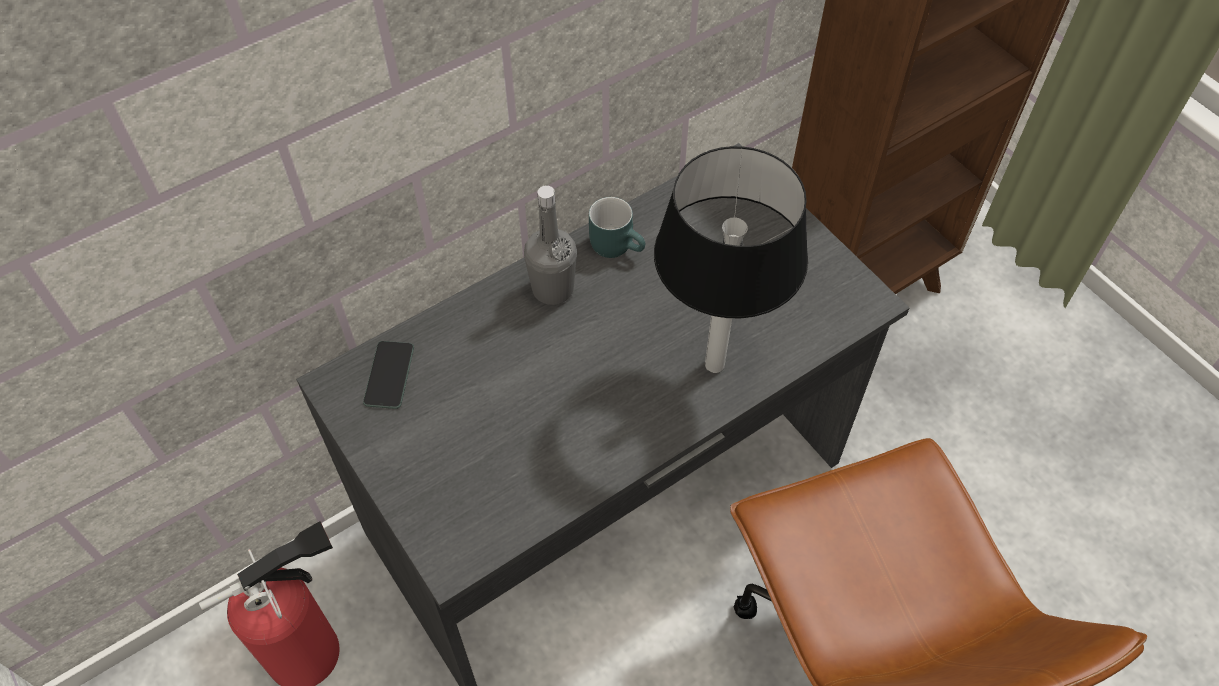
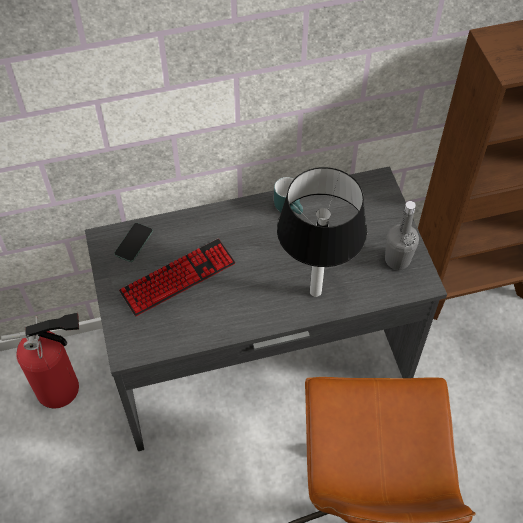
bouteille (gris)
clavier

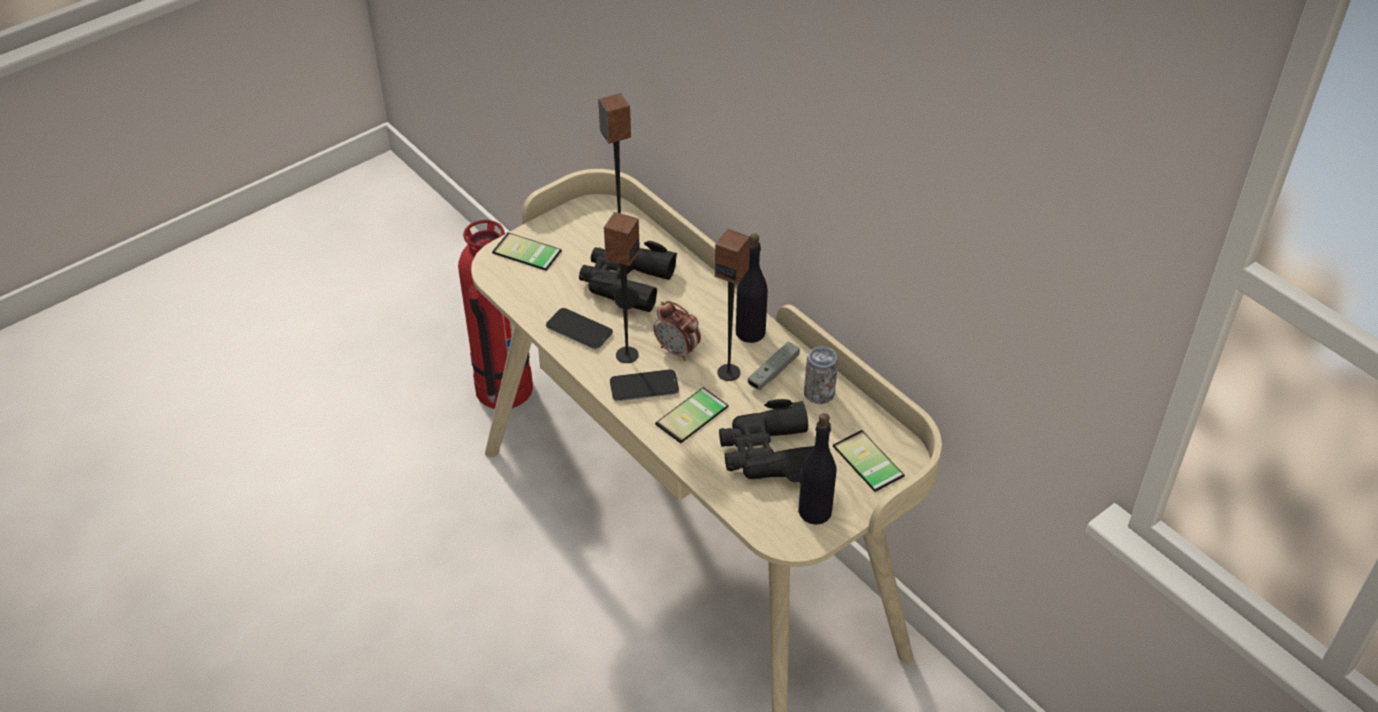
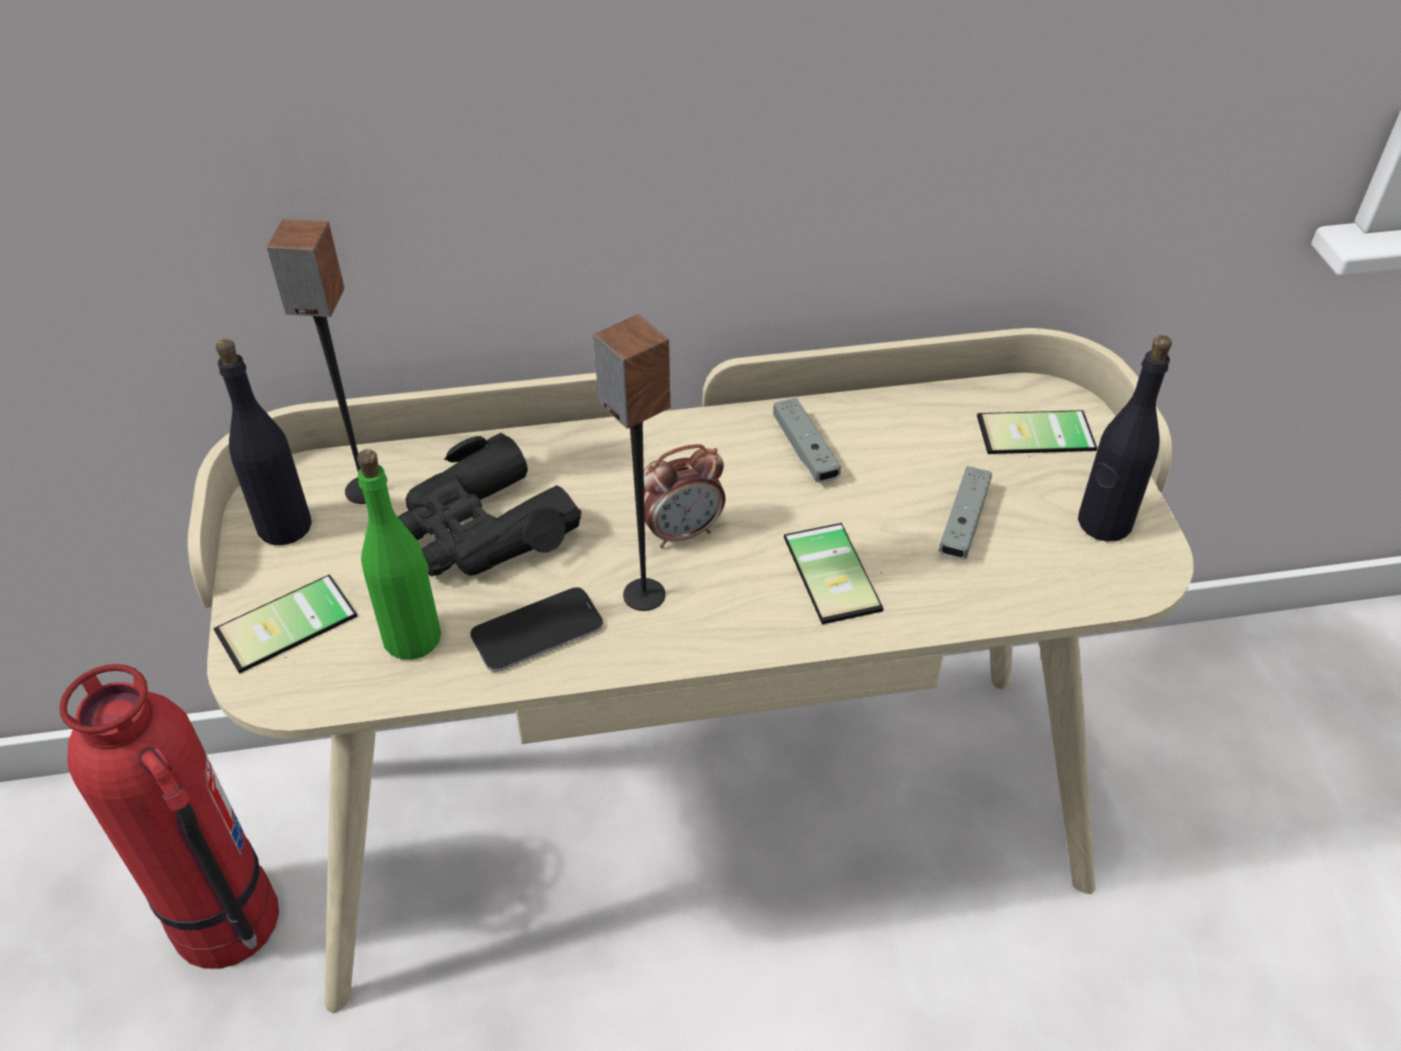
enceinte (no. 3 from left in the first image)
bouteille (noir) (no. 1 from left)
boîte métallique
téléphone (no. 3 from left in the first image)
manette (gris) (no. 2 from left)
bouteille (vert)

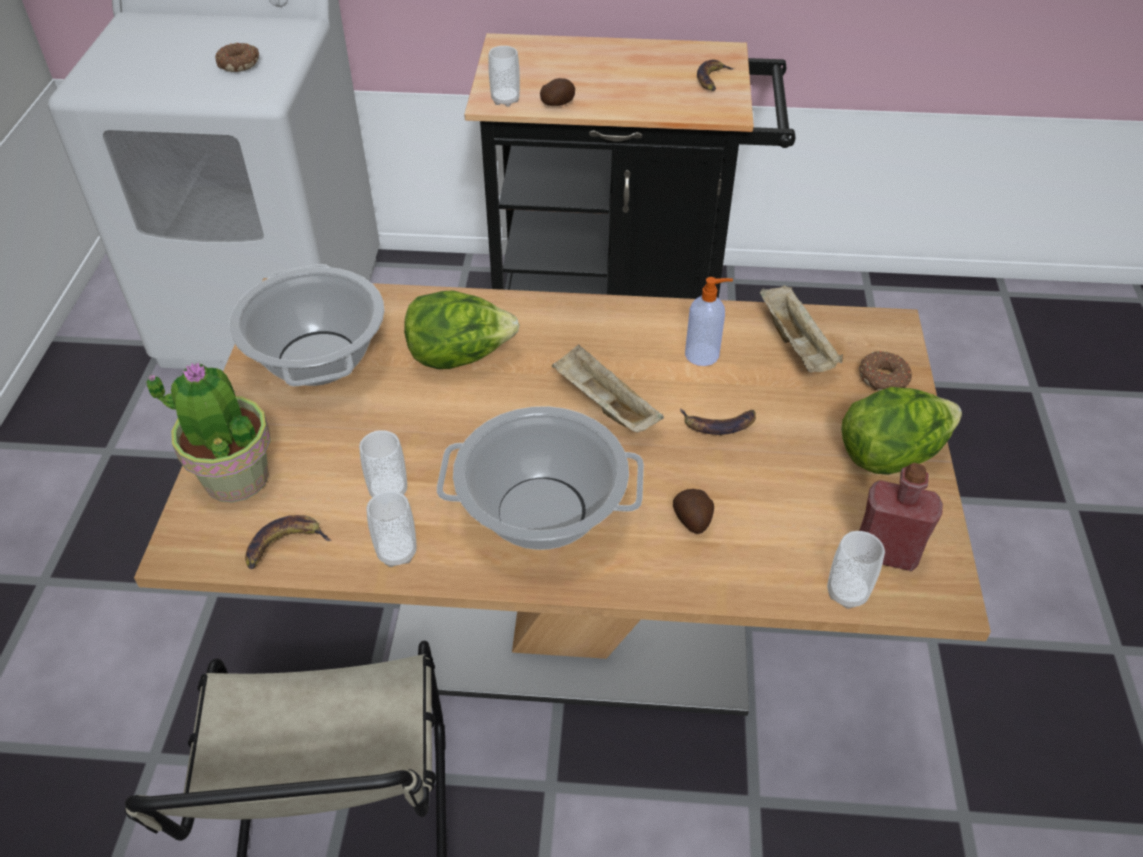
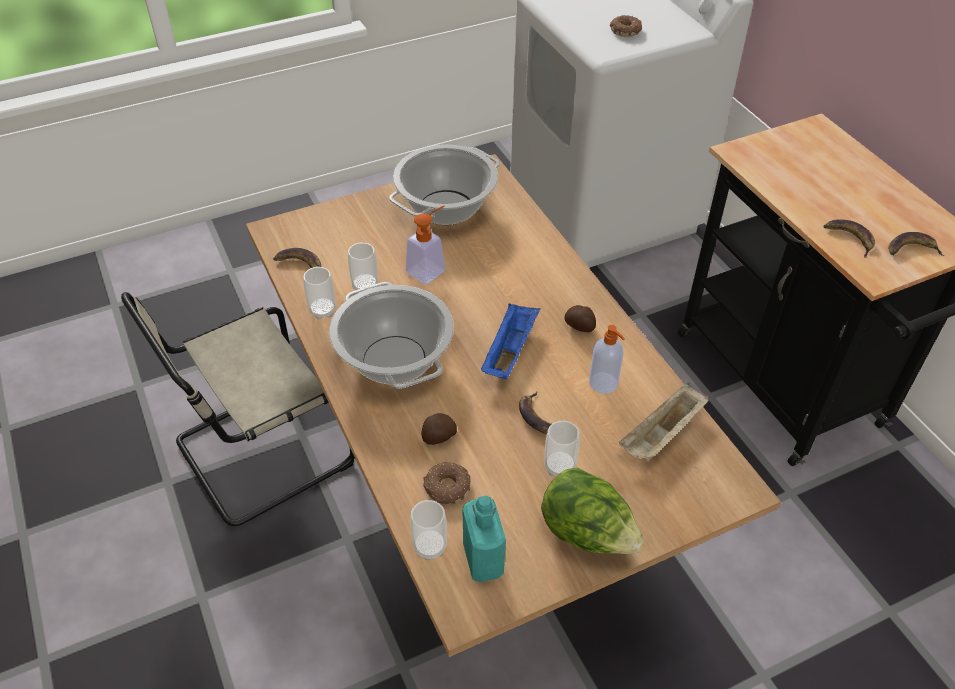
tasse (no. 4 from left)
pomme de terre (no. 2 from left)
laitue (no. 1 from left in the first image)
plateau (bleu)
beignet (no. 1 from left)
plante en pot
bouteille (turquoise)
distributeur de savon (no. 1 from left)
banane (no. 3 from left)

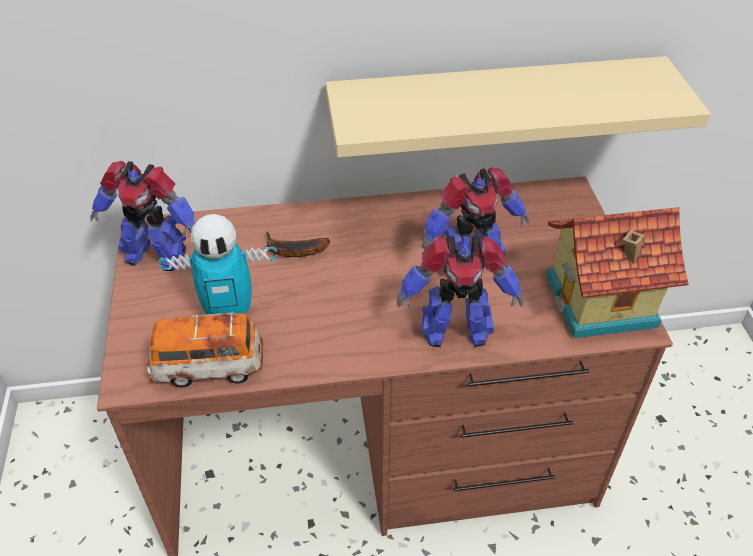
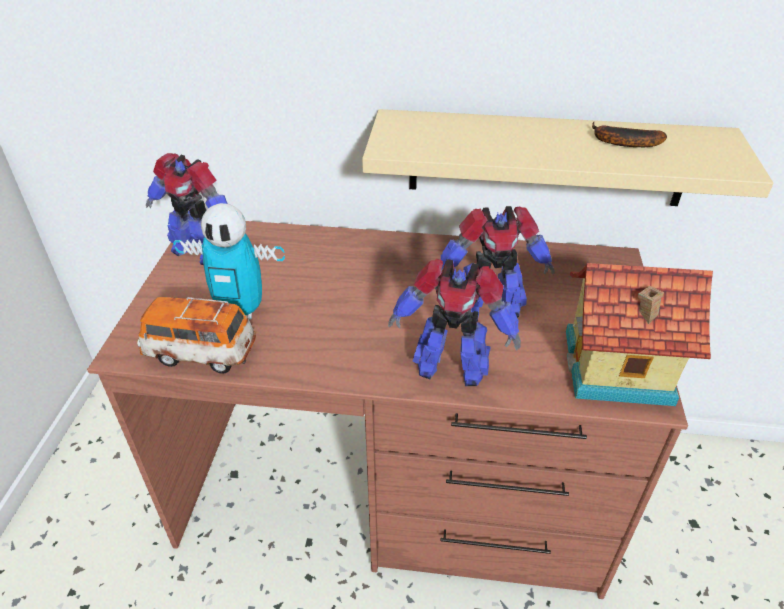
banane

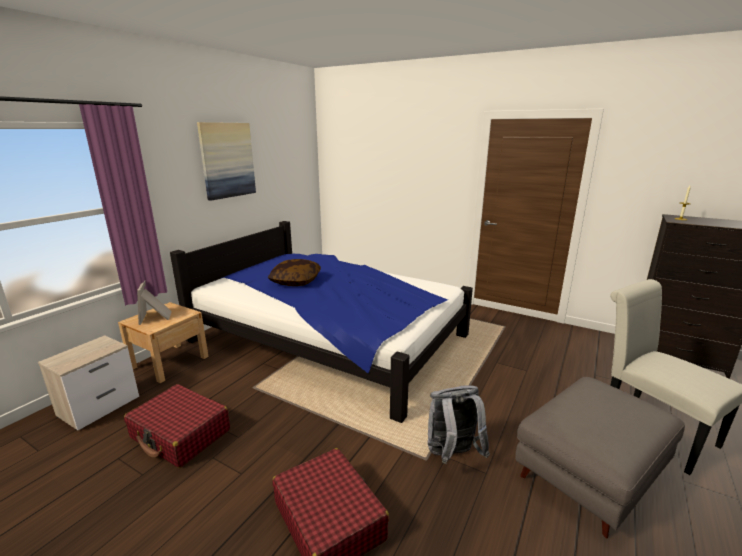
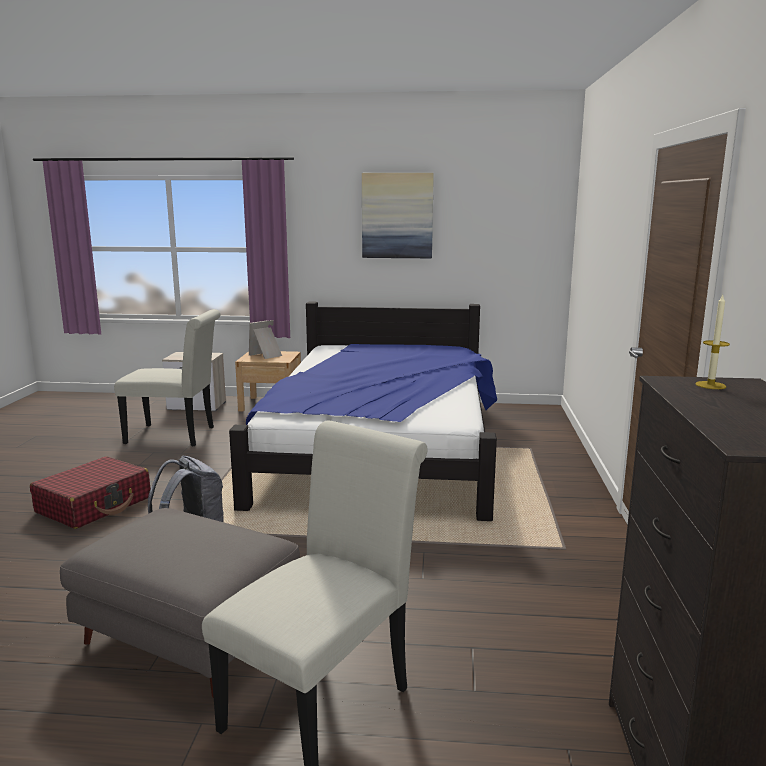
coussin
chaise (blanc) (no. 1 from left)

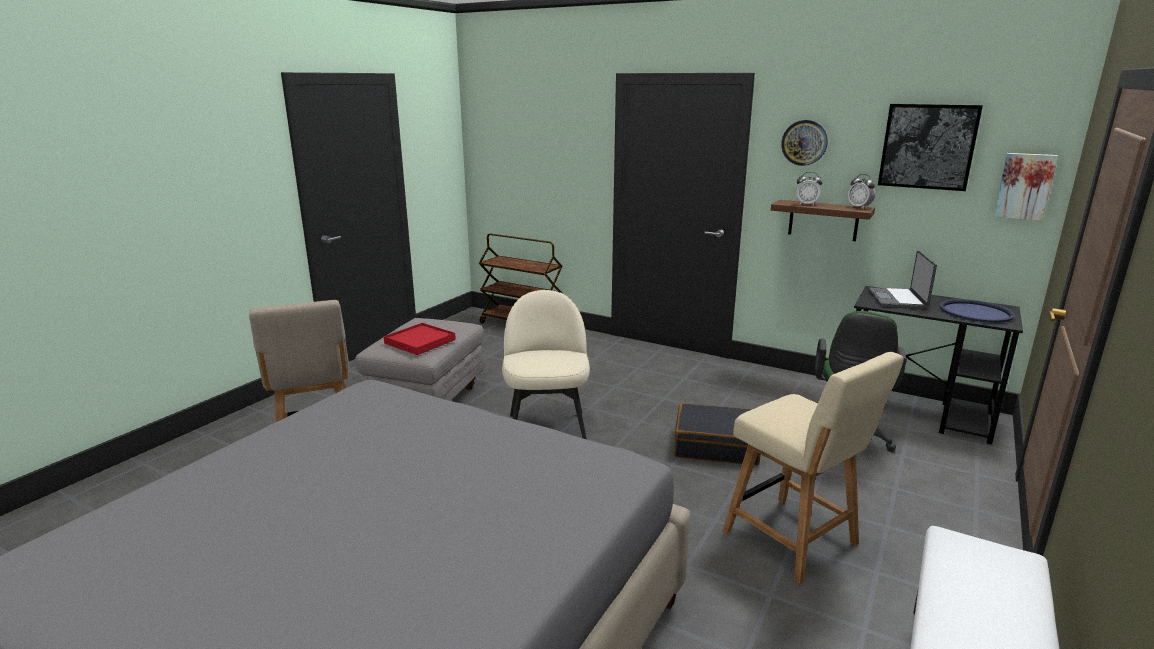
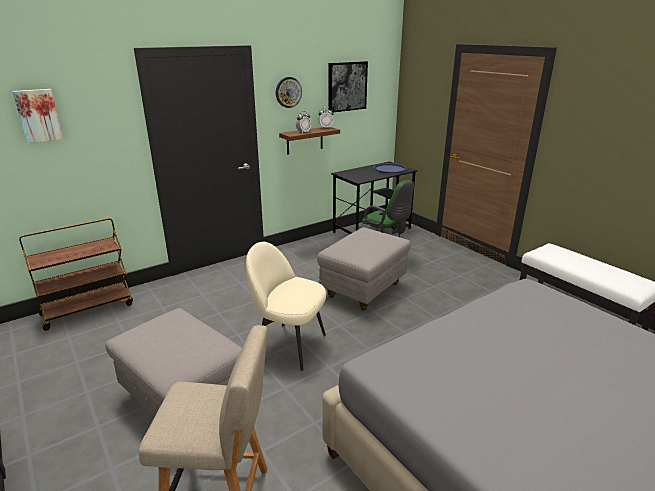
tableau (no. 1 from left)
ordinateur portable
plateau (rouge)
chaise (beige) (no. 3 from left in the first image)
pouf (gris) (no. 2 from left)

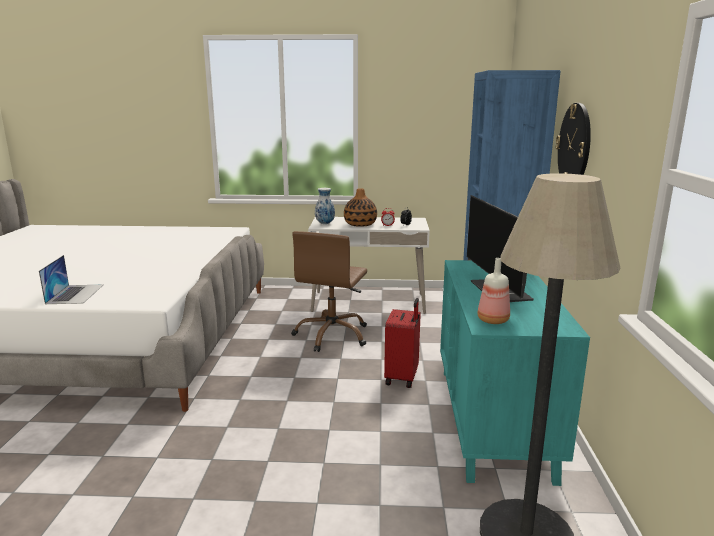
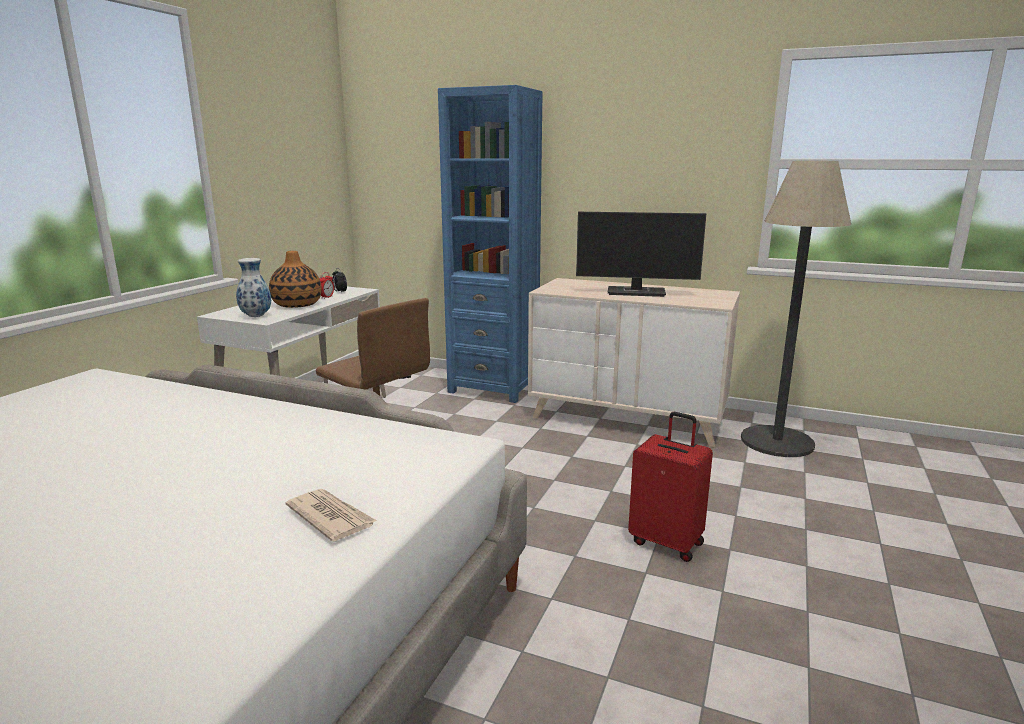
horloge murale
journal
bouteille
commode (beige)
valise (rouge)

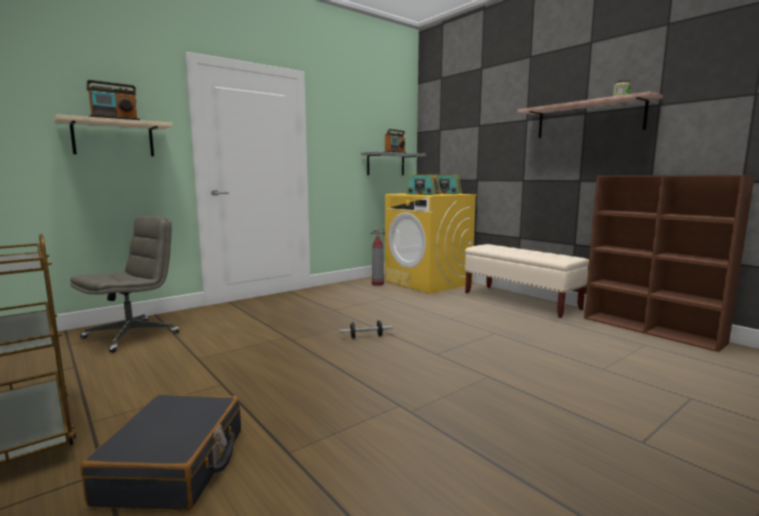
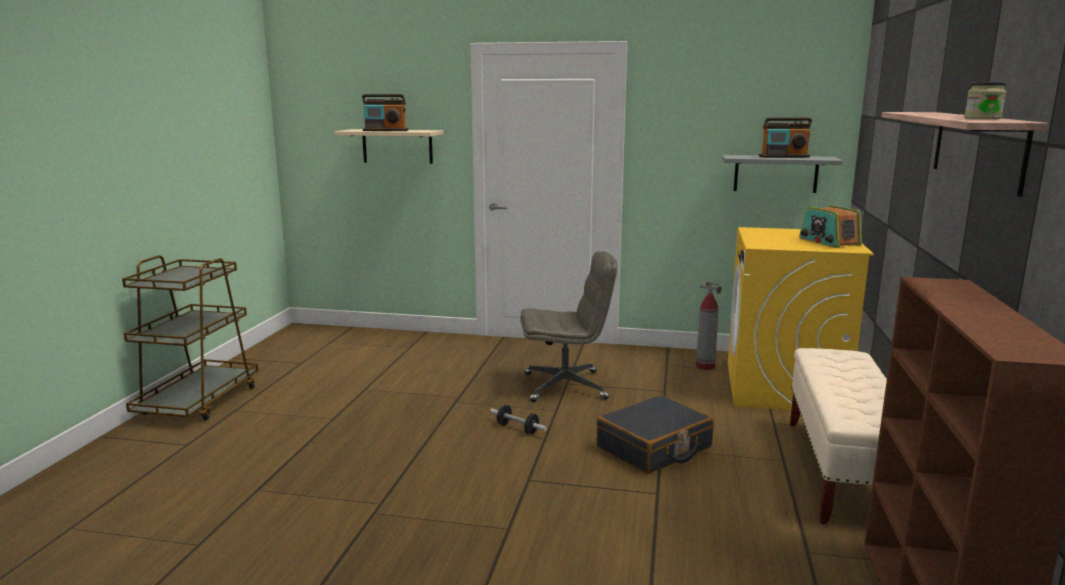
radio (no. 3 from left in the first image)
chaise de bureau (gris)
valise (noir)

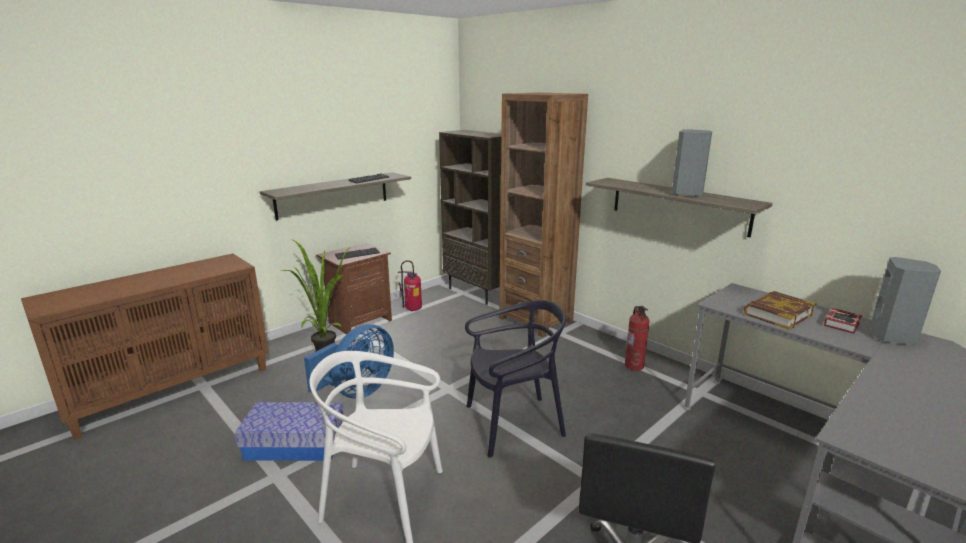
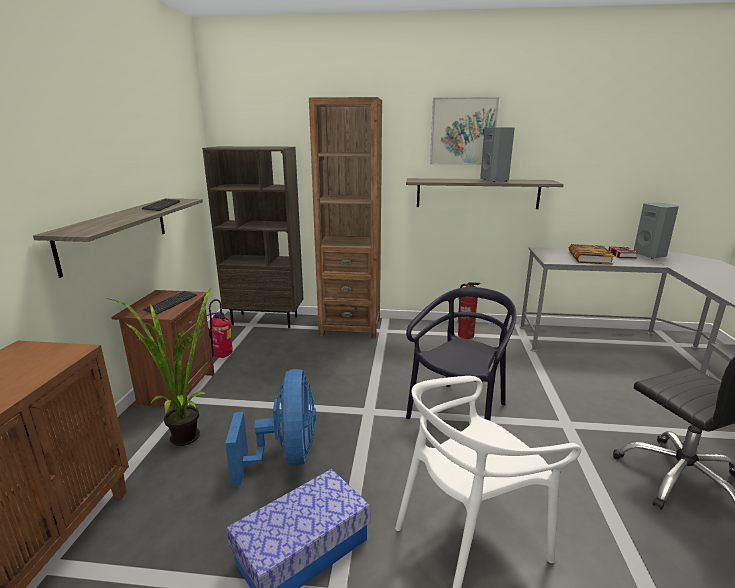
tableau

